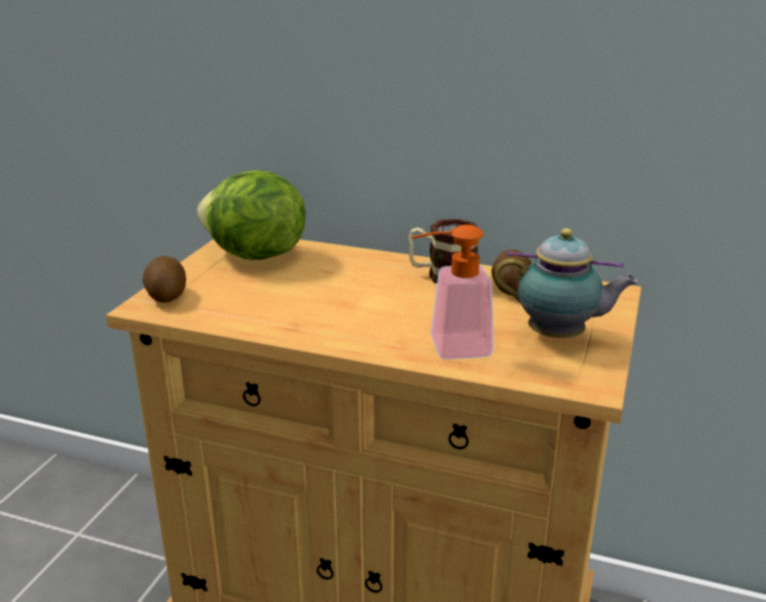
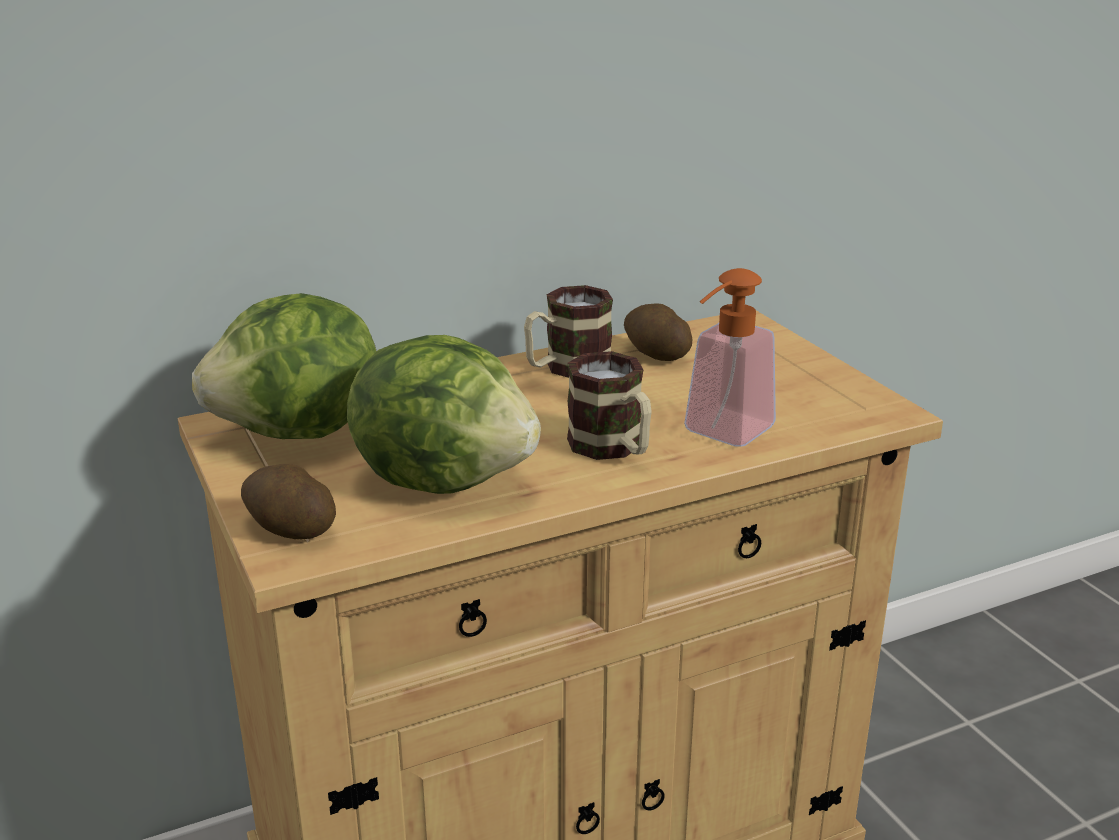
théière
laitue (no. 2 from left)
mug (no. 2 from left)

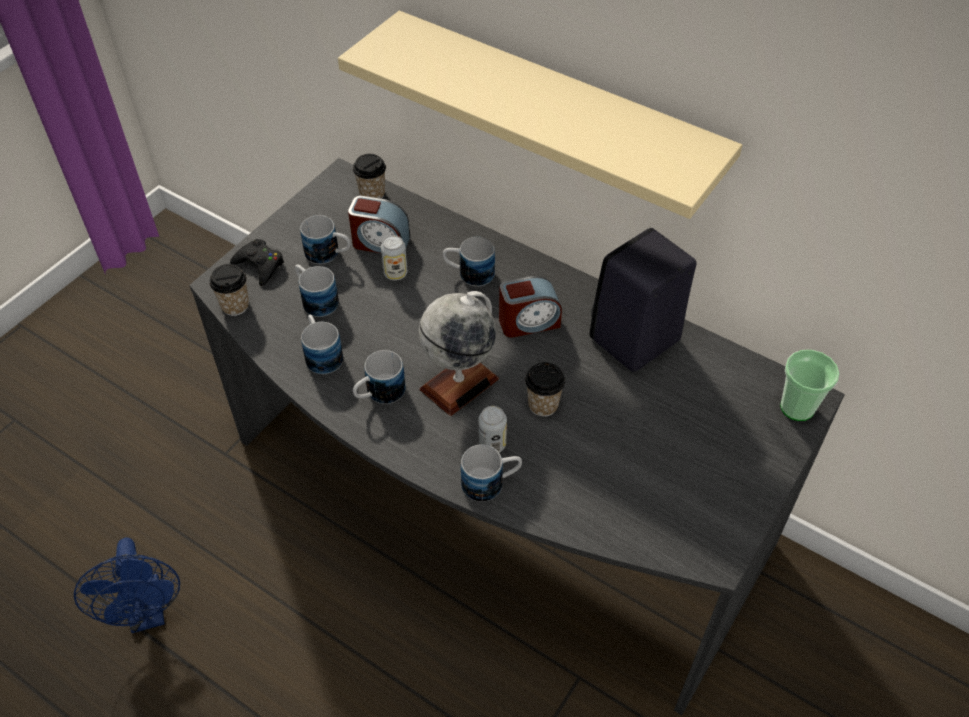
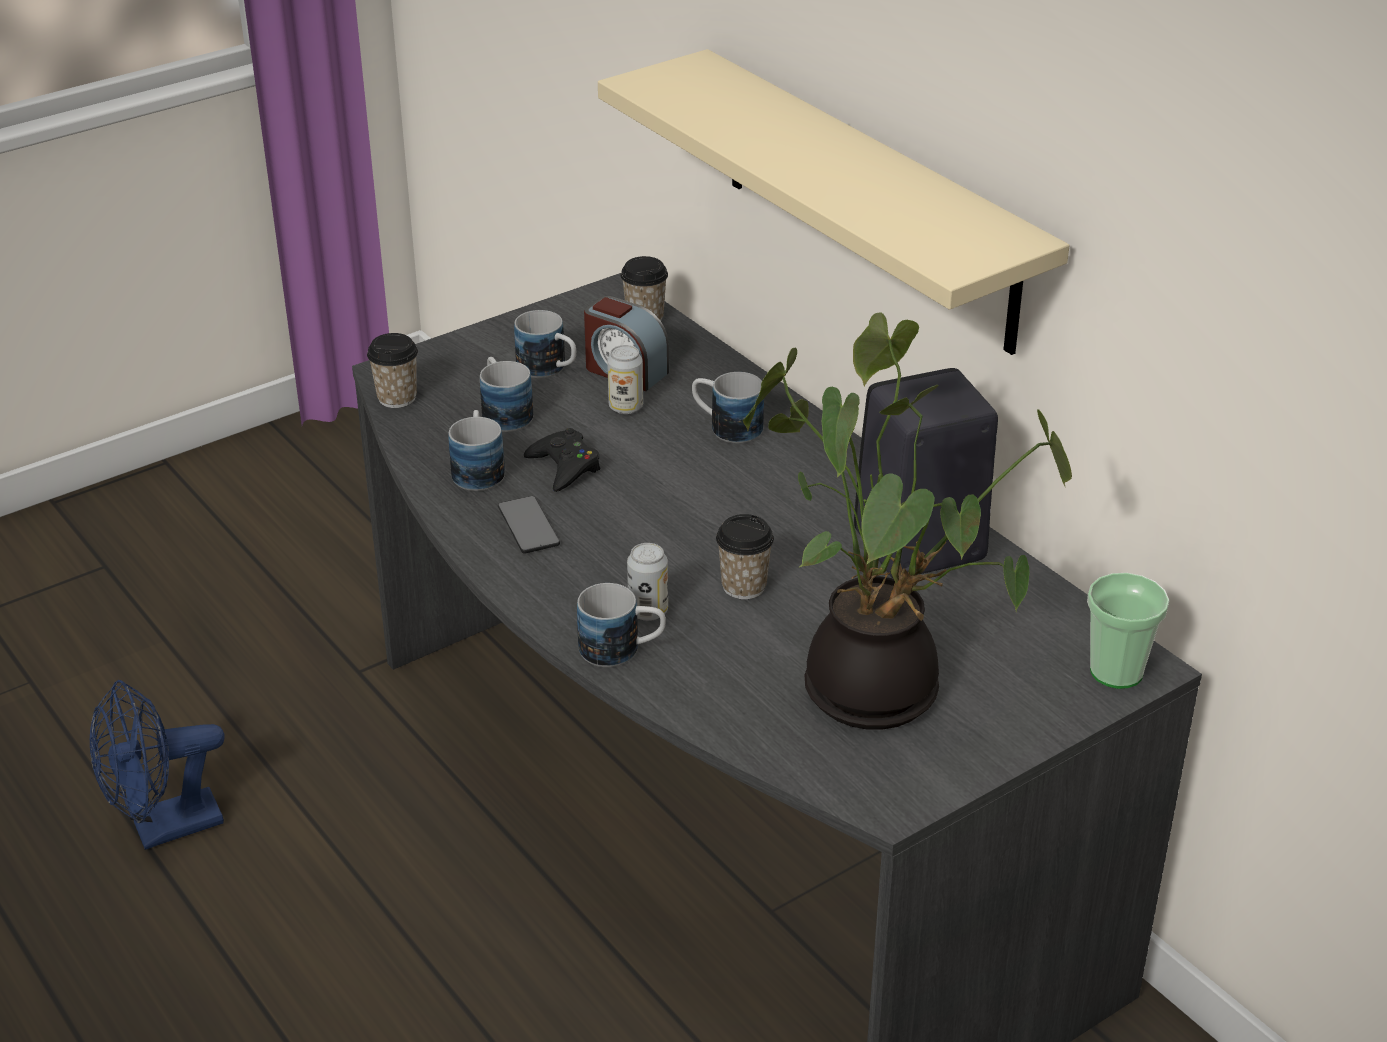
manette (noir)
réveil (no. 2 from left in the first image)
globe
téléphone
ventilateur (bleu)
plante en pot

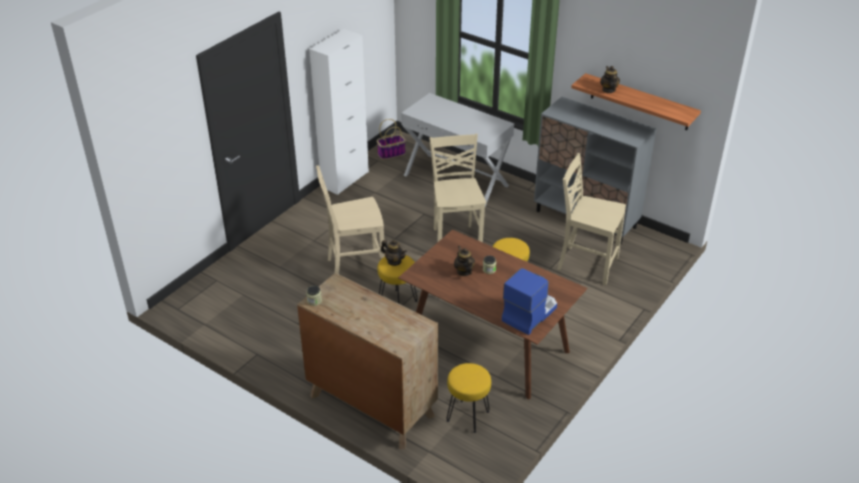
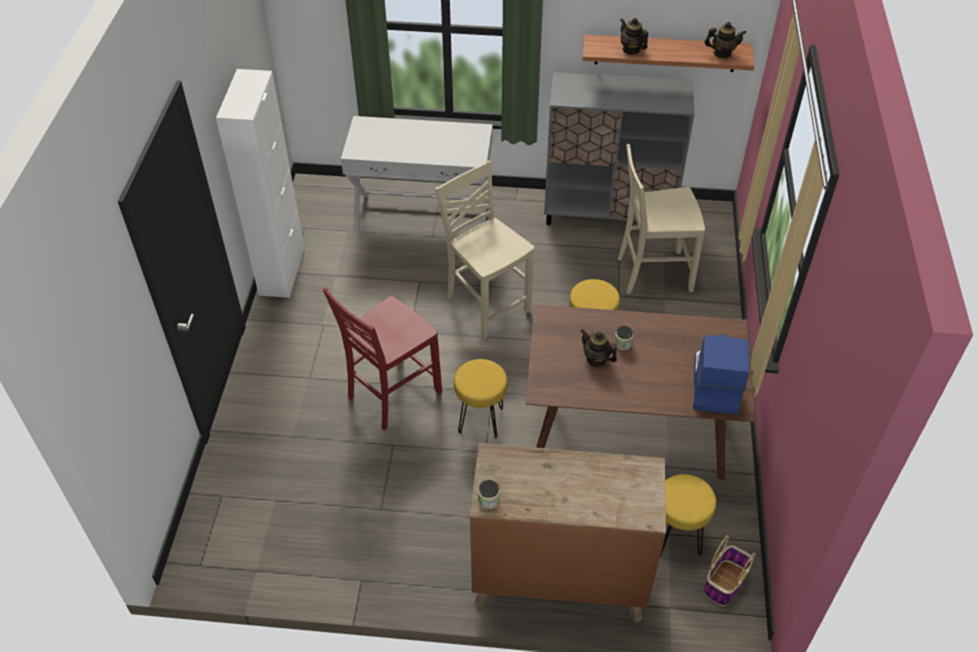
panier
chaise (rouge)
théière (no. 3 from left)

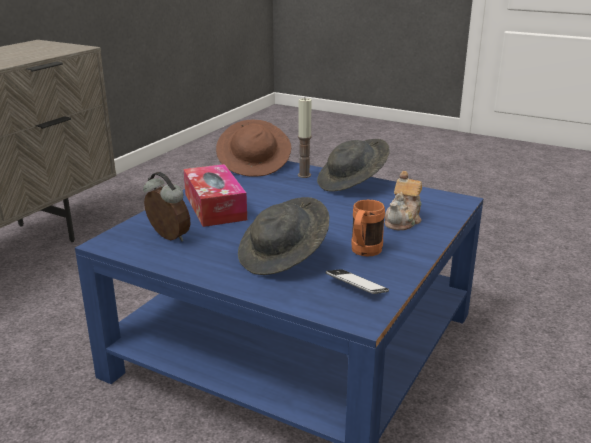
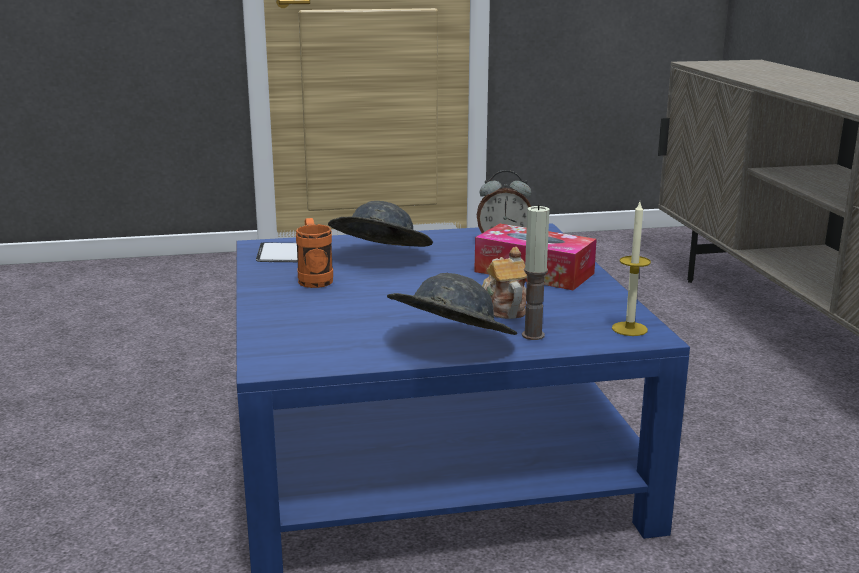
bougie (no. 2 from left)
théière

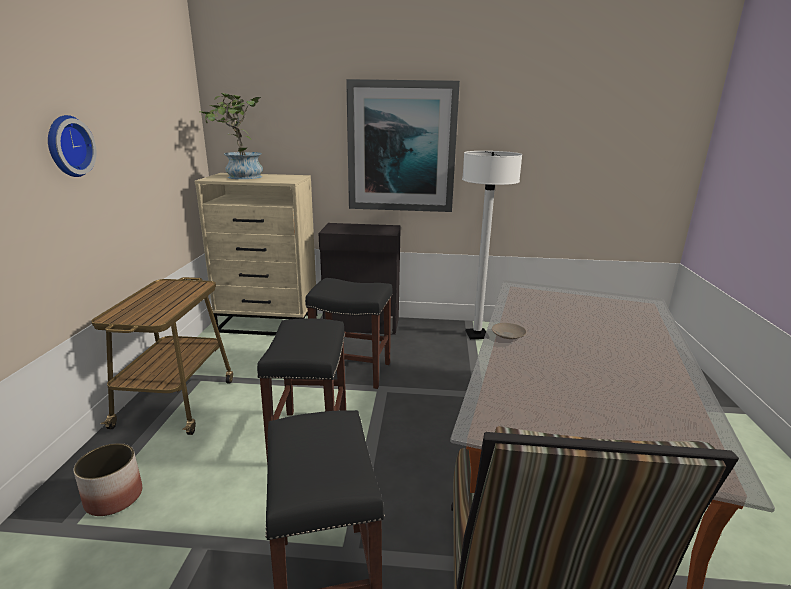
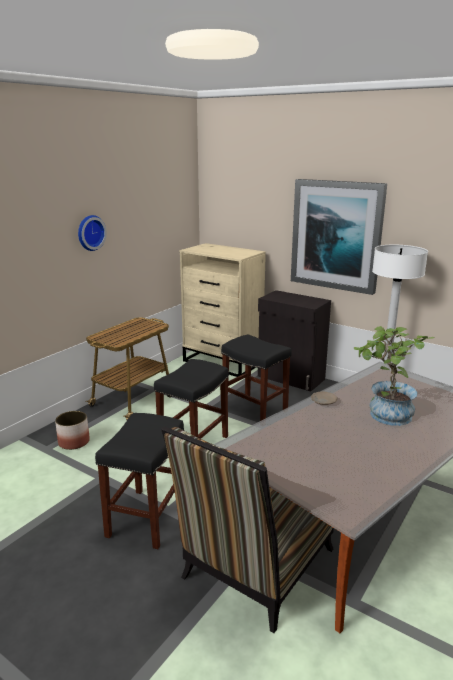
plante en pot

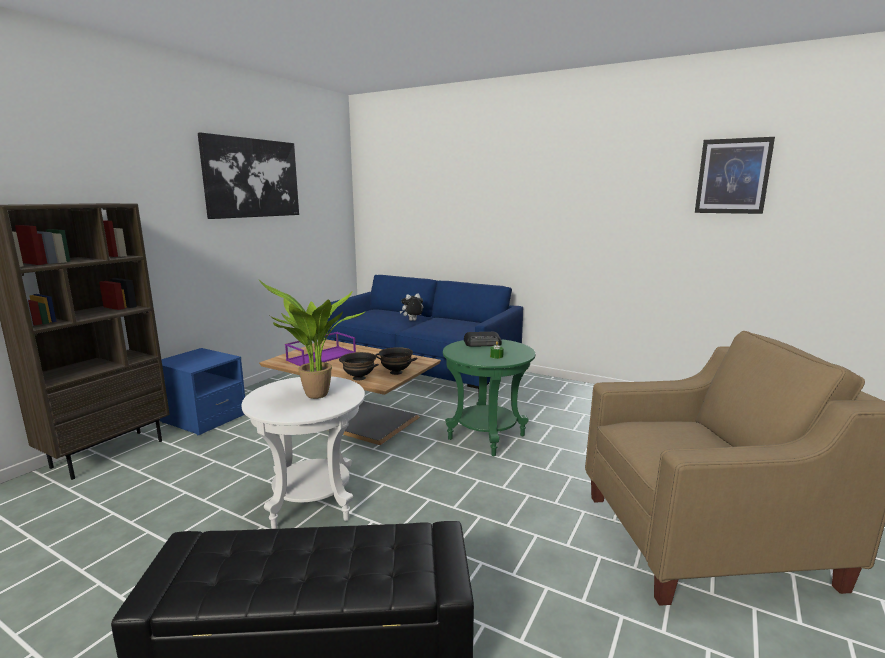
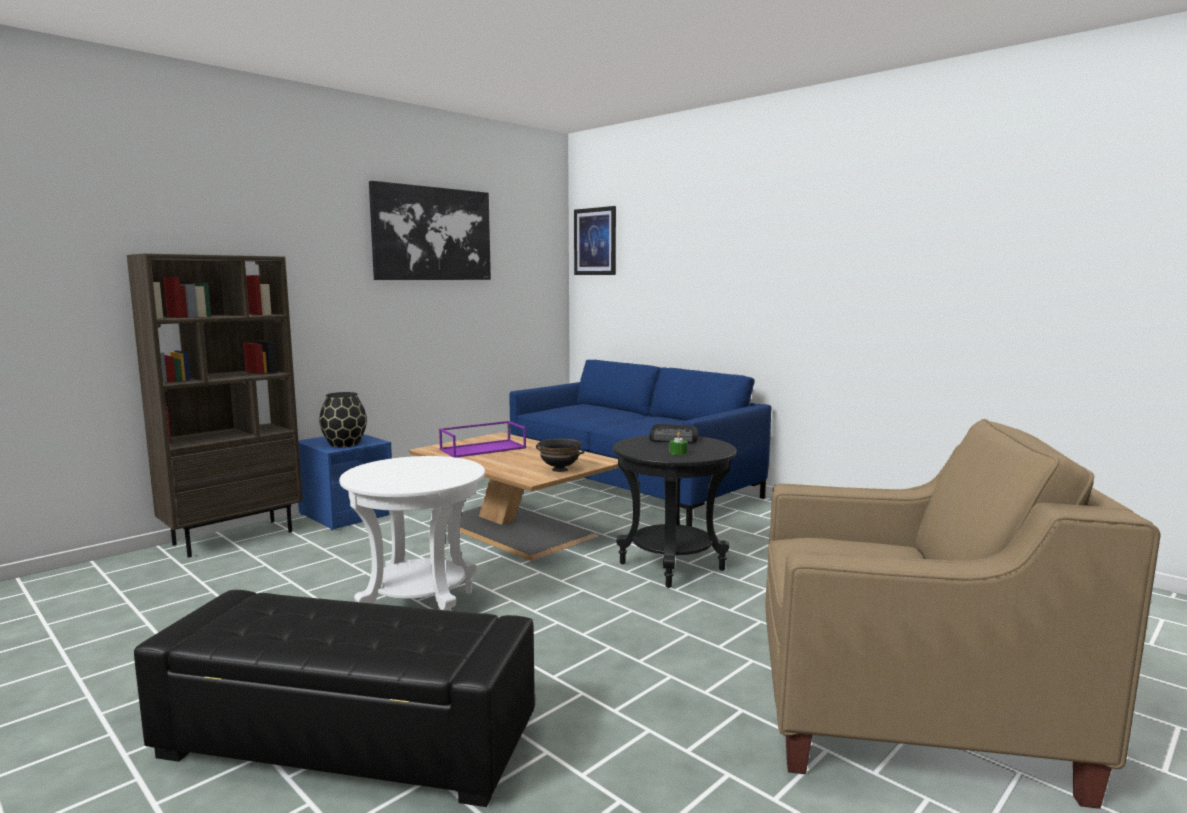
tableau (no. 2 from left)
plante en pot
peluche
table d'appoint (noir)
bol (noir) (no. 1 from left in the first image)
vase (noir)

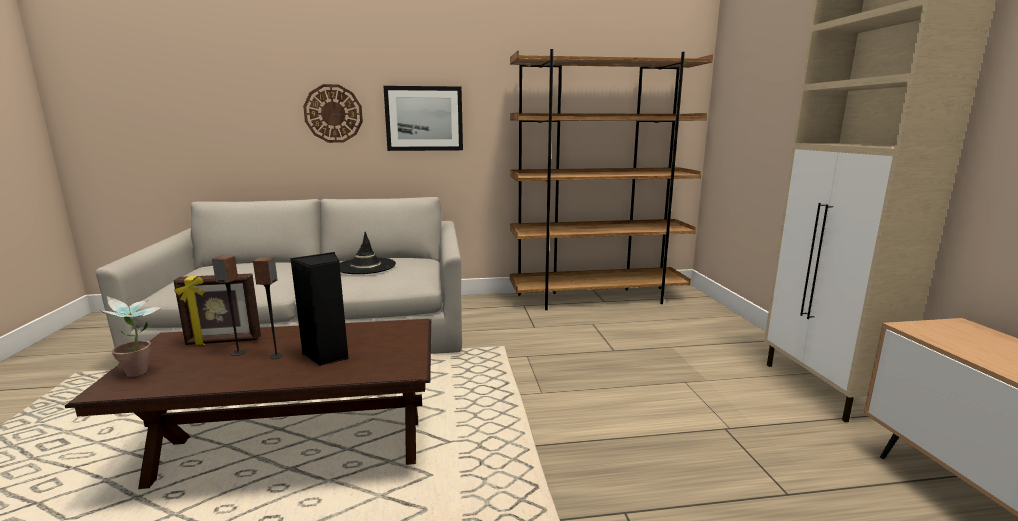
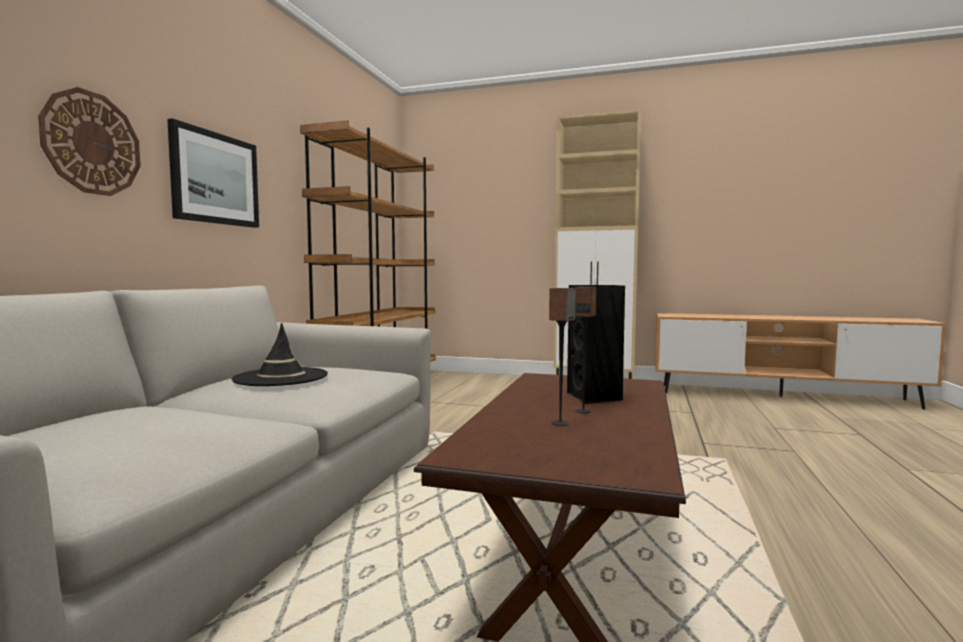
cadre photo
plante en pot

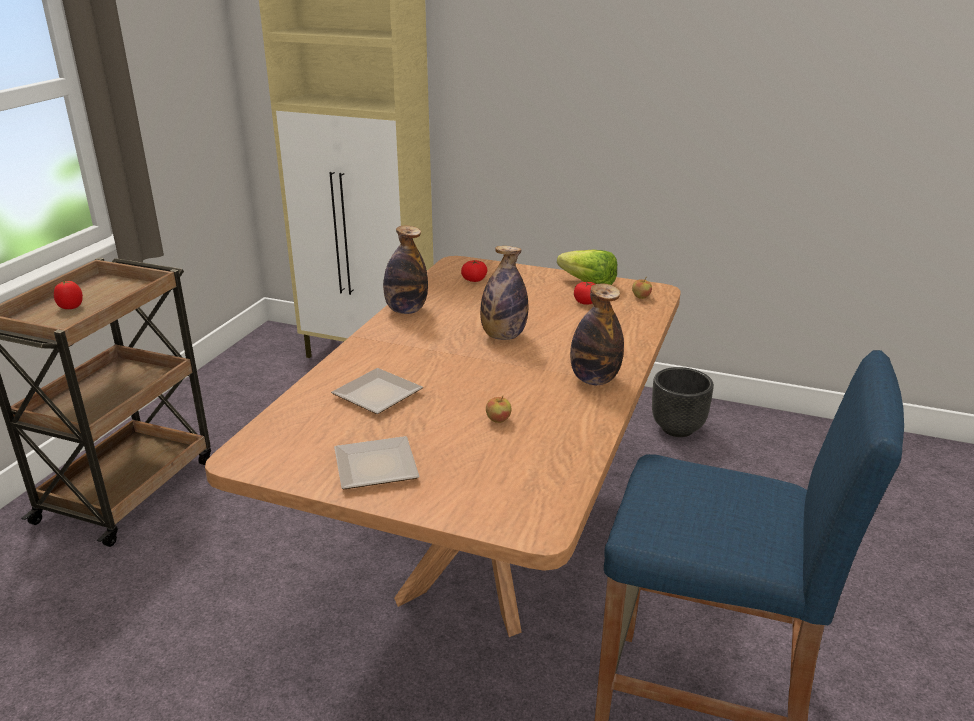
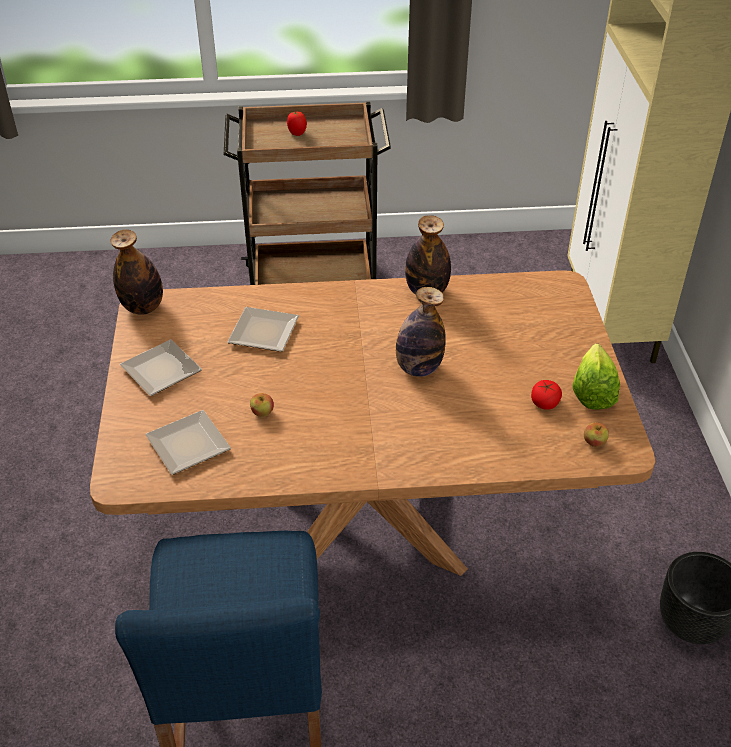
tomate (no. 2 from left in the first image)
bouteille (no. 1 from left)
assiette (no. 2 from left)

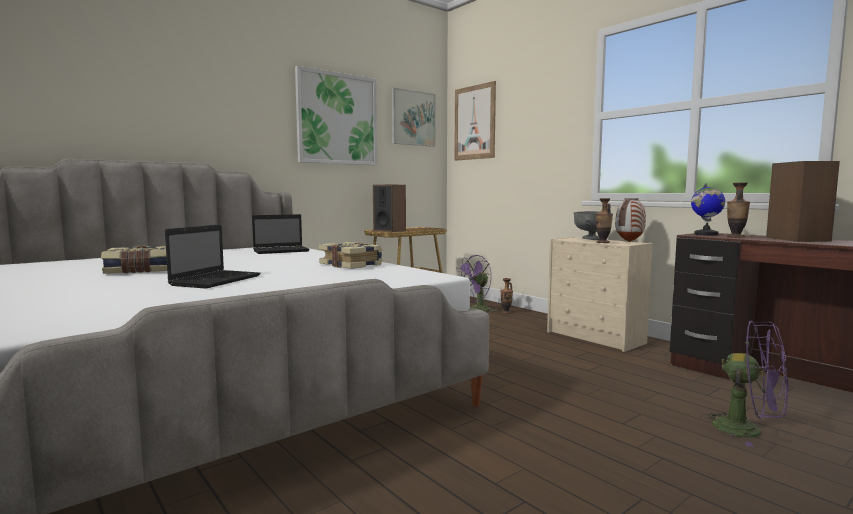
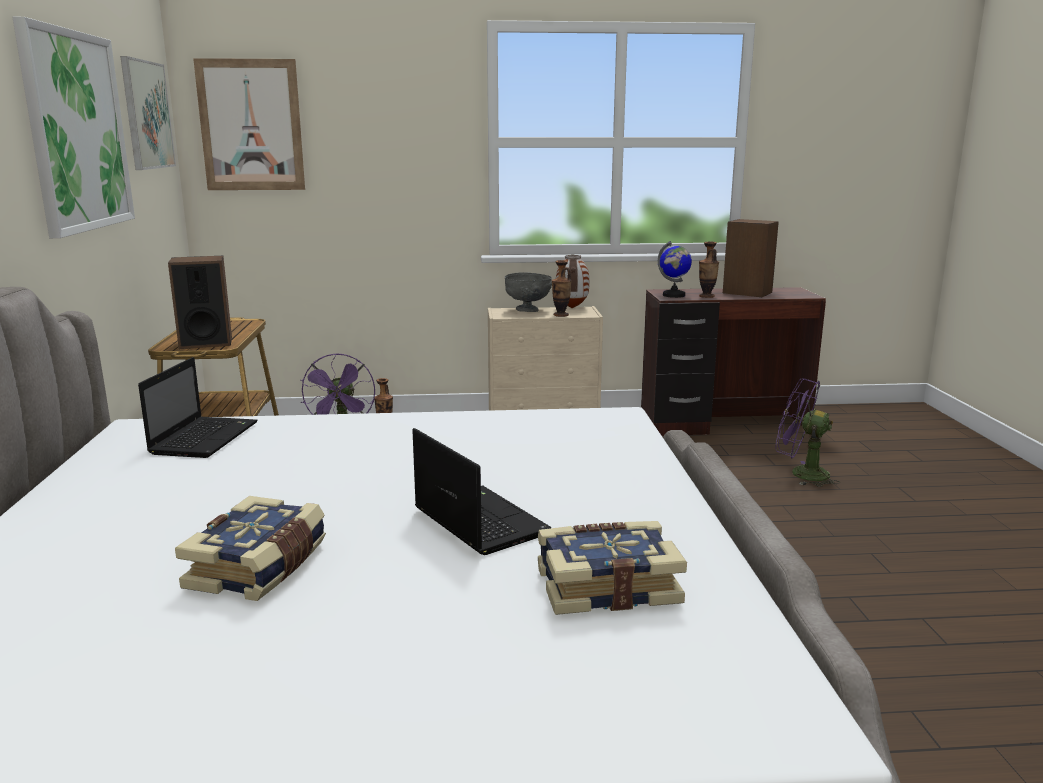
livre (no. 2 from left)
ventilateur (violet) (no. 2 from left)

